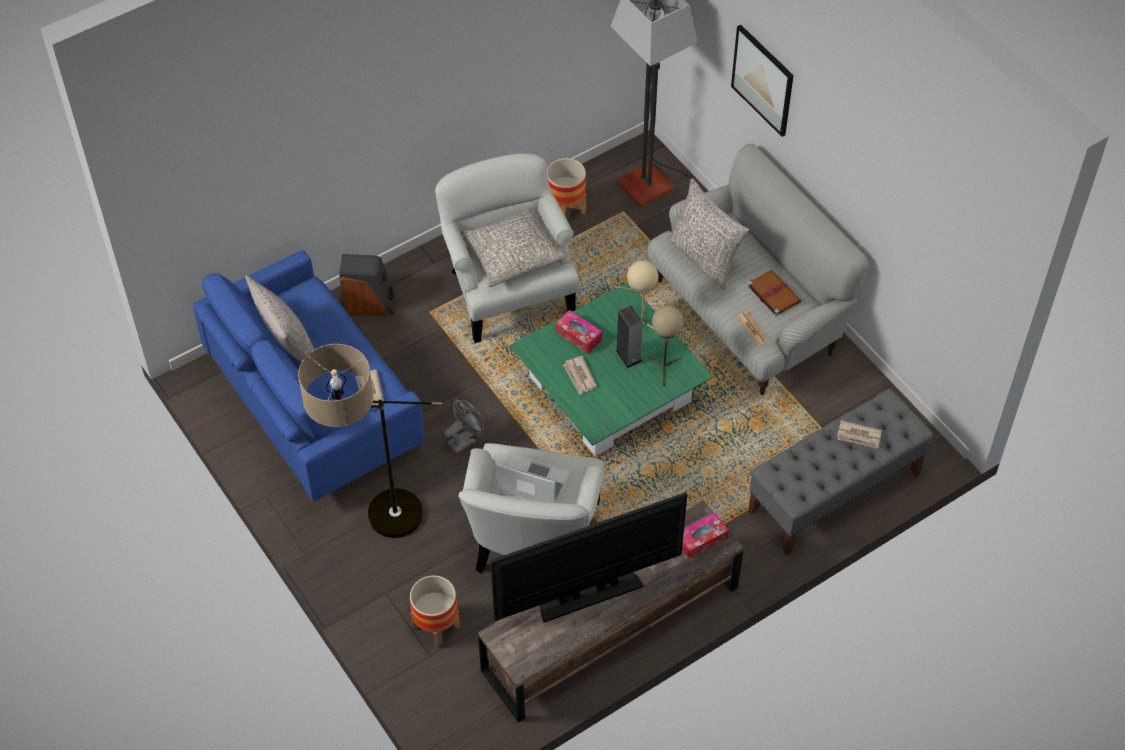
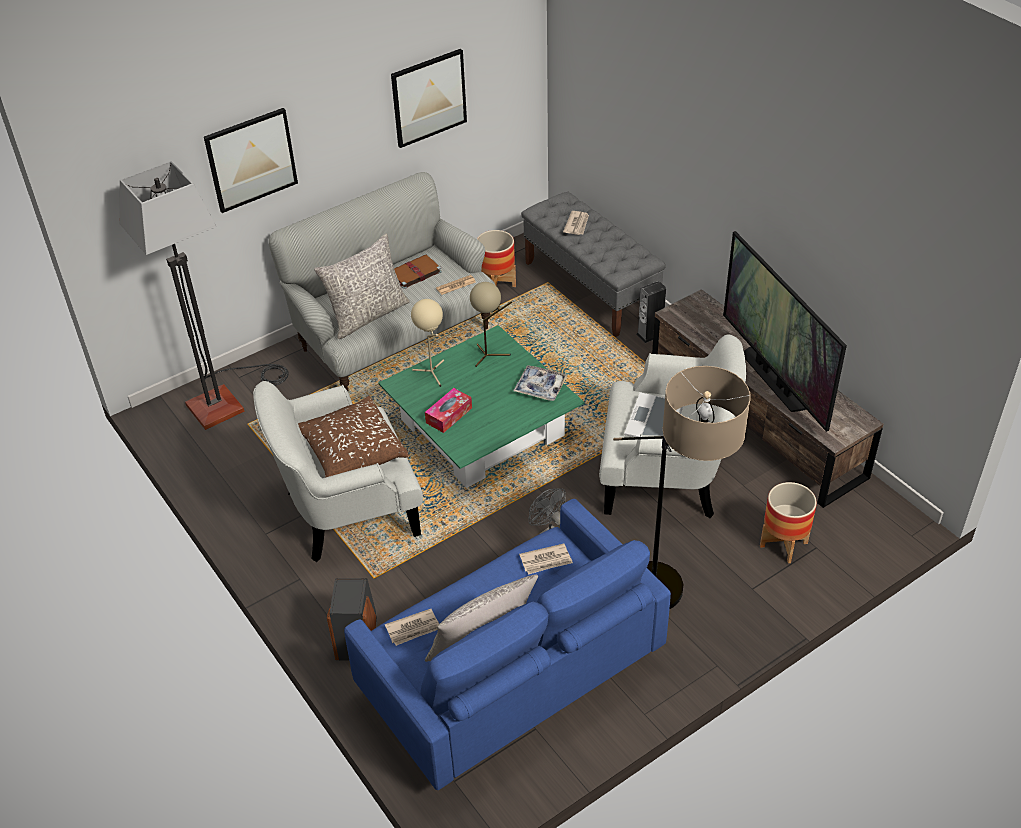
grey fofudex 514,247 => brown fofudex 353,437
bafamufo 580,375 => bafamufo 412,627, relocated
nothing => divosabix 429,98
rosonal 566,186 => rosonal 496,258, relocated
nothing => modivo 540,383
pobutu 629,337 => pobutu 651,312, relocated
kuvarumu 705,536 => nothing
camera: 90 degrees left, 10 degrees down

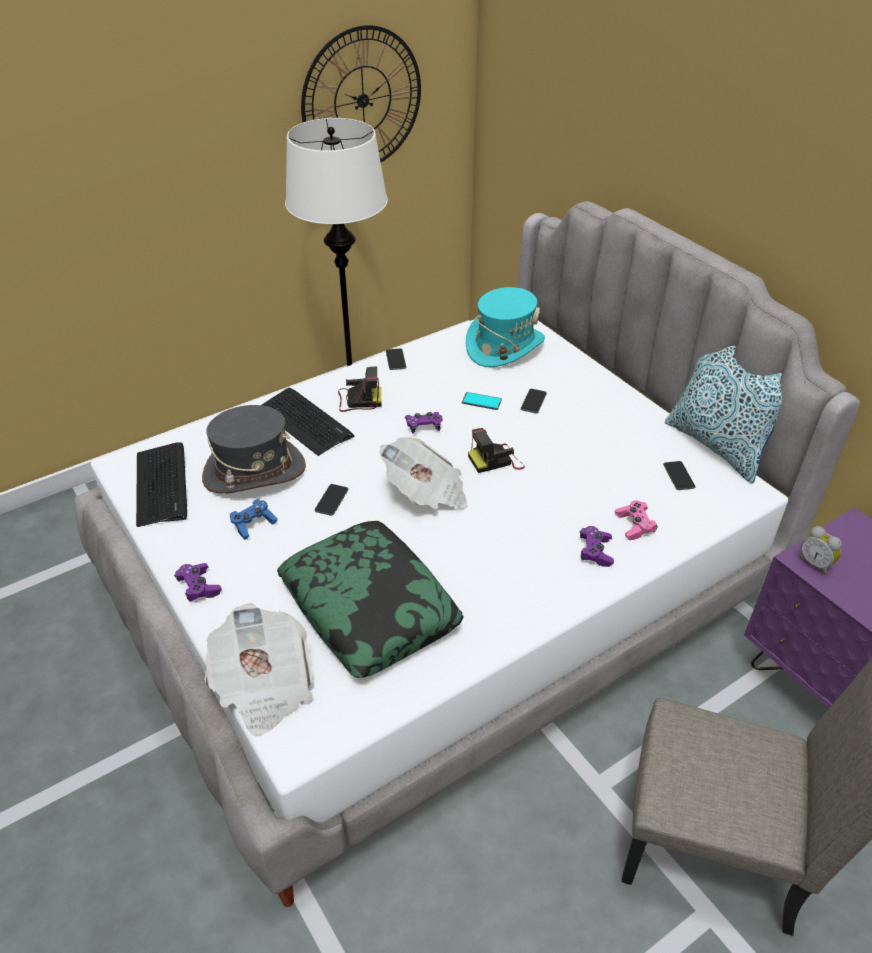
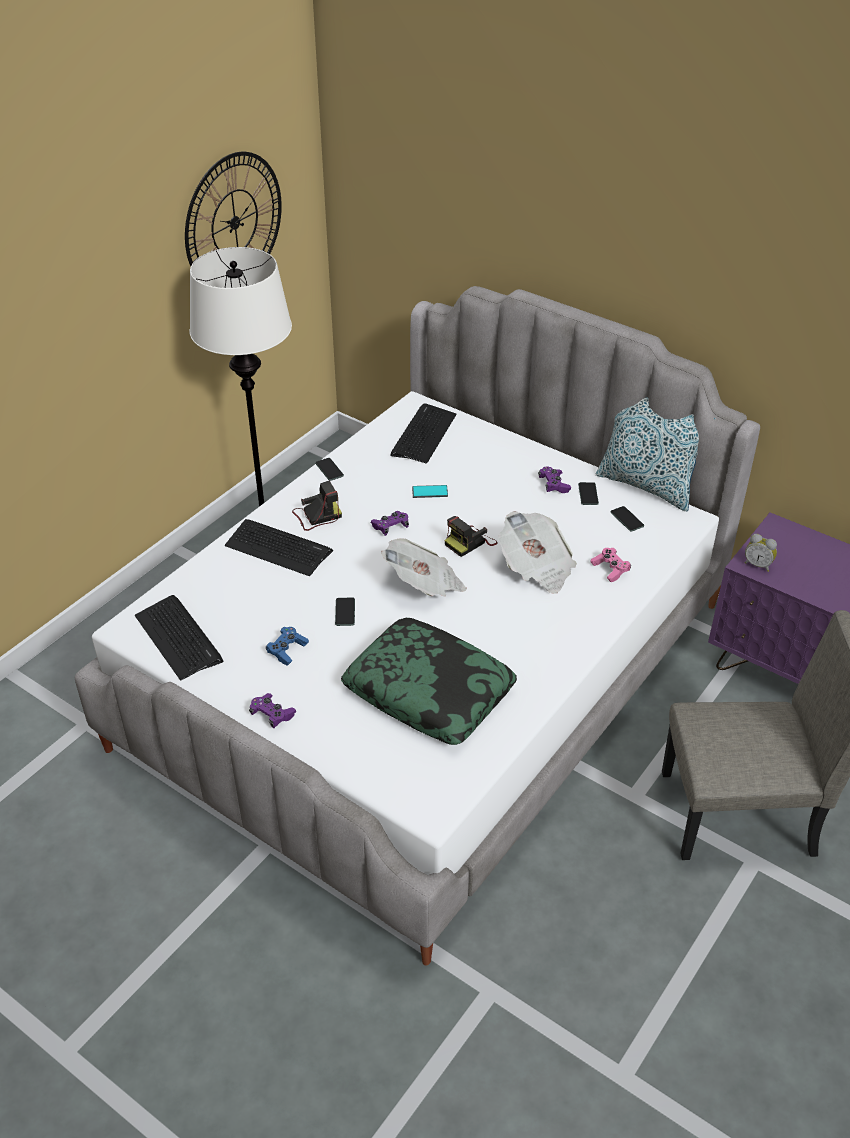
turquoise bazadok 505,327 => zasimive 423,434
bafamufo 259,669 => bafamufo 537,552, relocated
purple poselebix 597,546 => purple poselebix 554,479, relocated
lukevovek 534,401 => lukevovek 588,493, relocated
grey bazadok 254,449 => nothing
camera: 20 degrees left, 0 degrees up

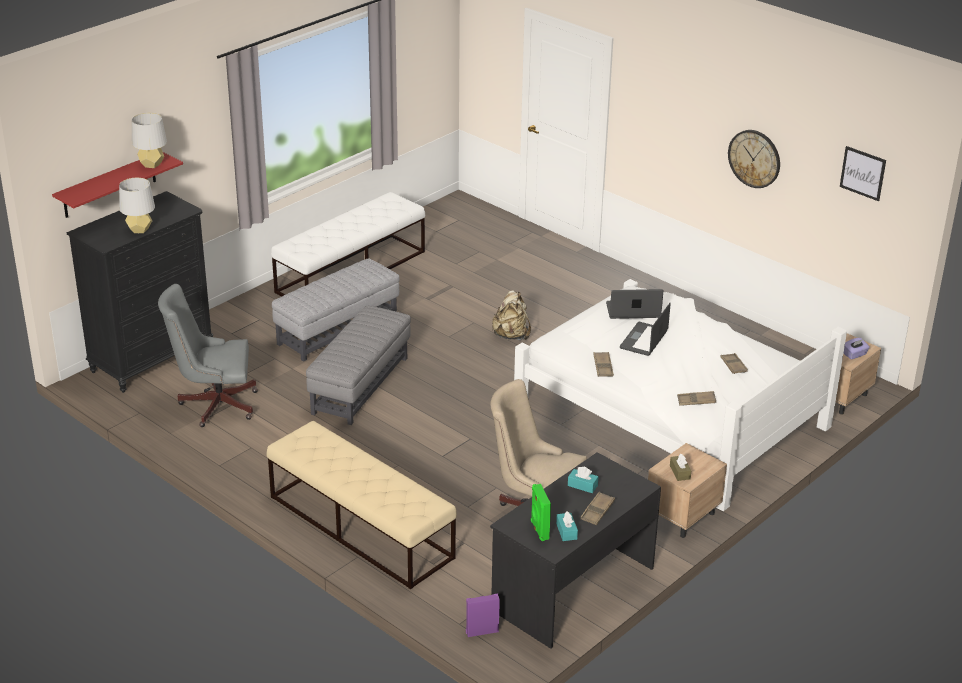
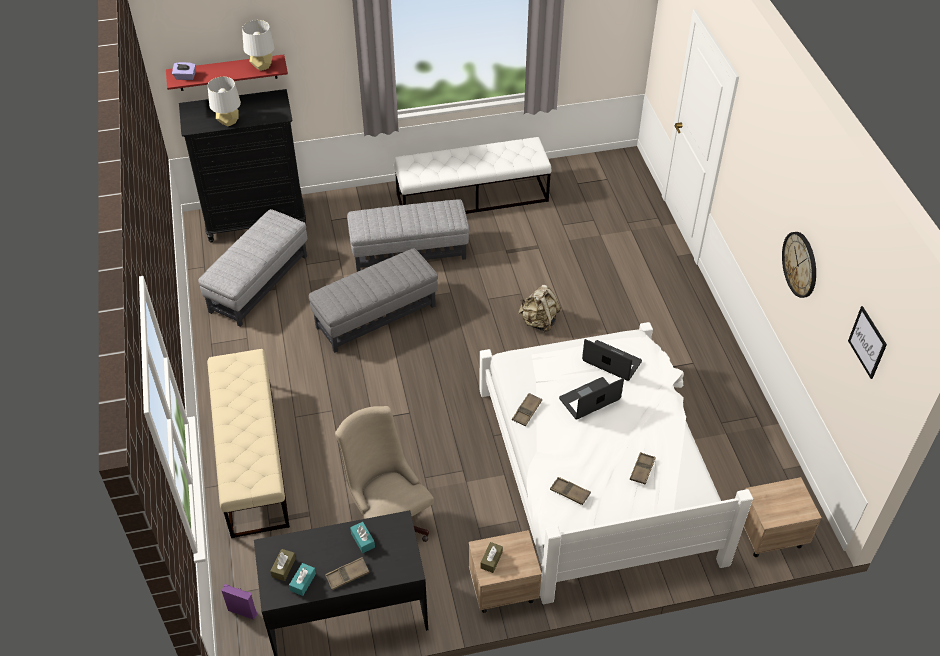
purple kuvarumu 857,348 => purple kuvarumu 184,71, relocated
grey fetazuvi 208,355 => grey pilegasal 252,268
green pobutu 541,512 => brown kuvarumu 283,565
camera: 35 degrees right, 15 degrees up

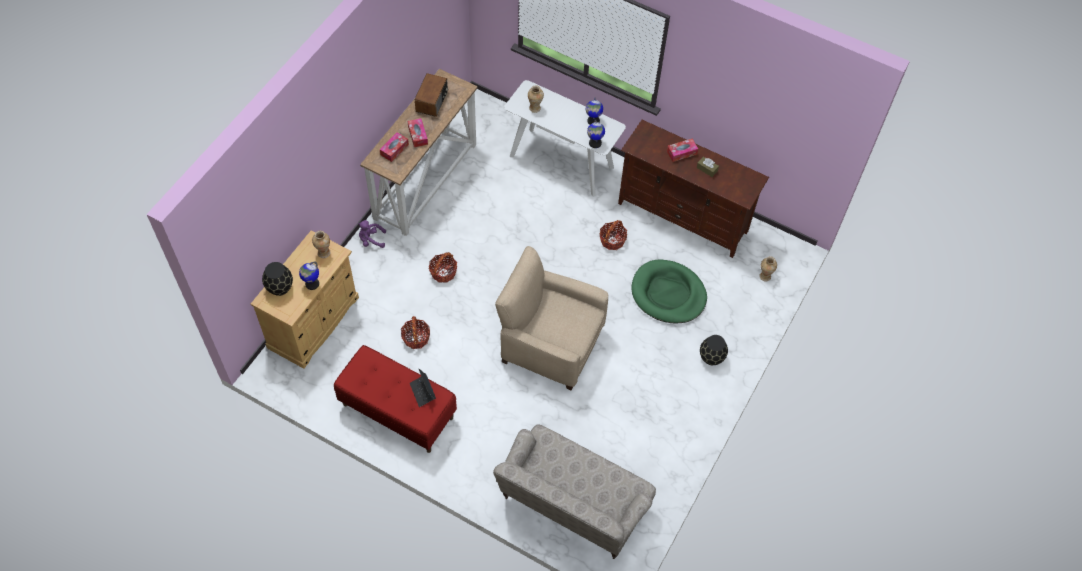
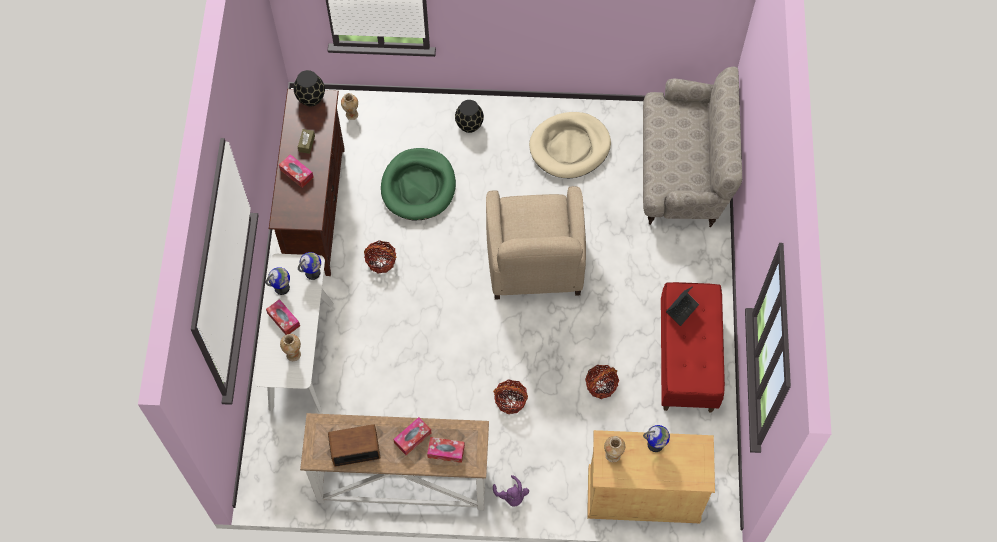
nothing => kuvarumu 283,317
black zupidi 277,279 => black zupidi 309,88, relocated
nothing => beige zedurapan 570,145
camera: 115 degrees left, 5 degrees up

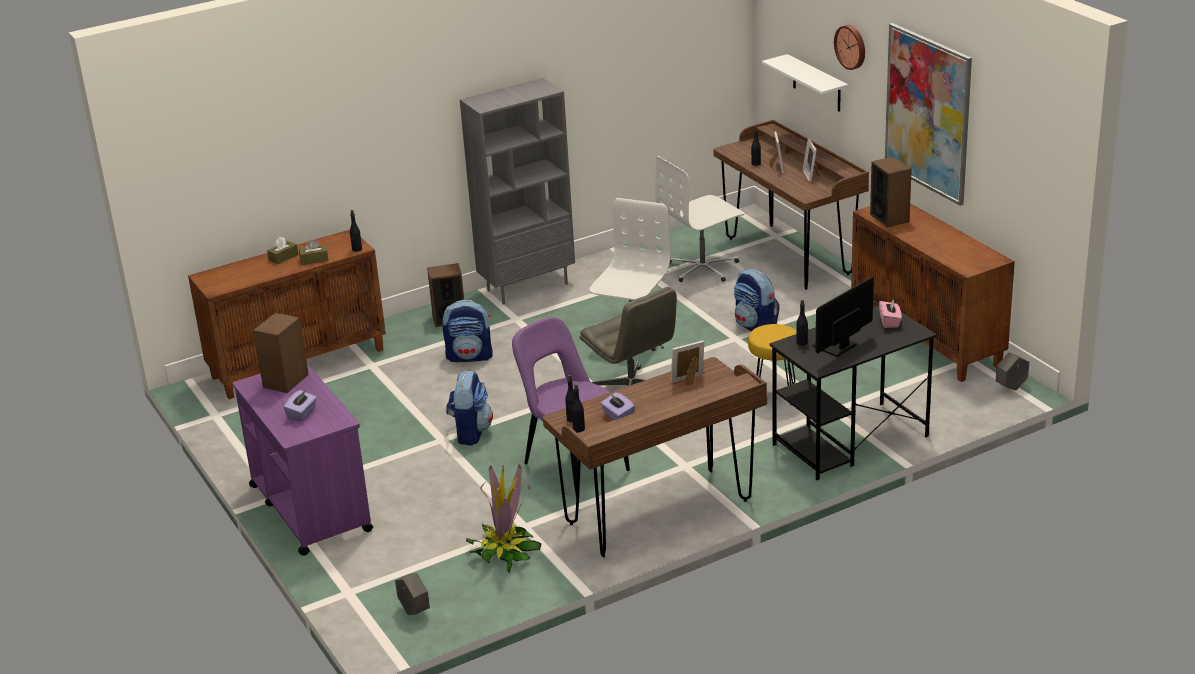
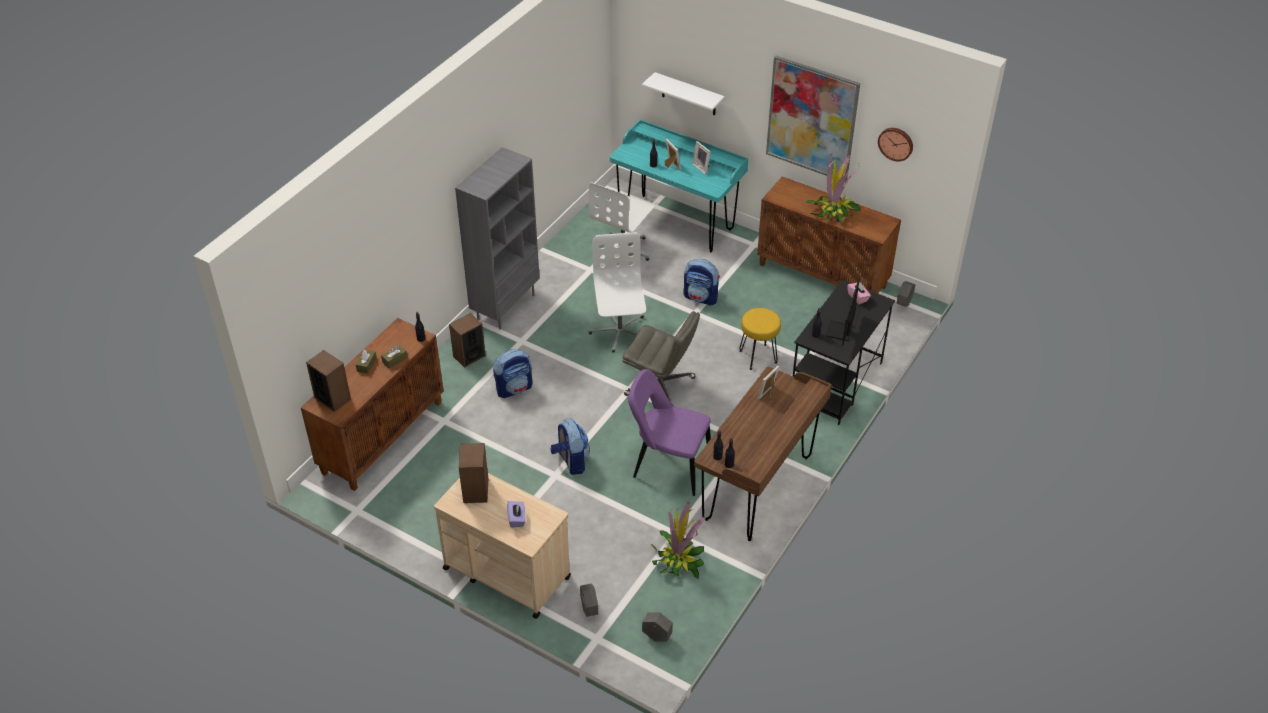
pobutu 891,191 => pobutu 328,381, relocated
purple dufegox 303,460 => beige dufegox 502,546
nothing => grey rosonal 589,600
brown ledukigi 791,204 => turquoise ledukigi 679,185
nothing => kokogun 833,186
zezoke 849,47 => zezoke 895,144, relocated
purple kuvarumu 618,406 => nothing
camera: 30 degrees left, 15 degrees up

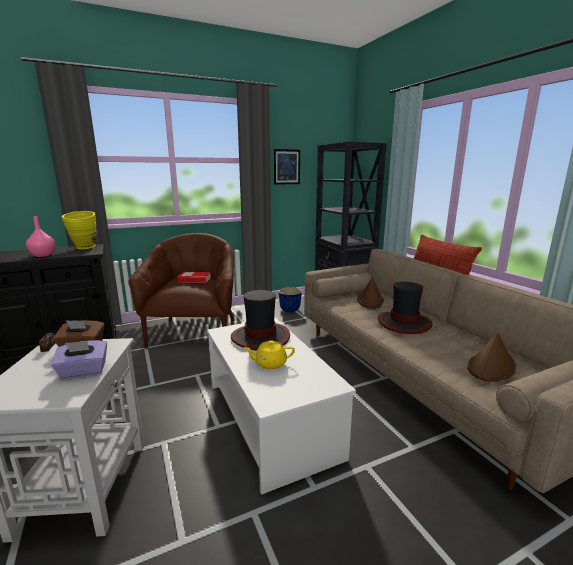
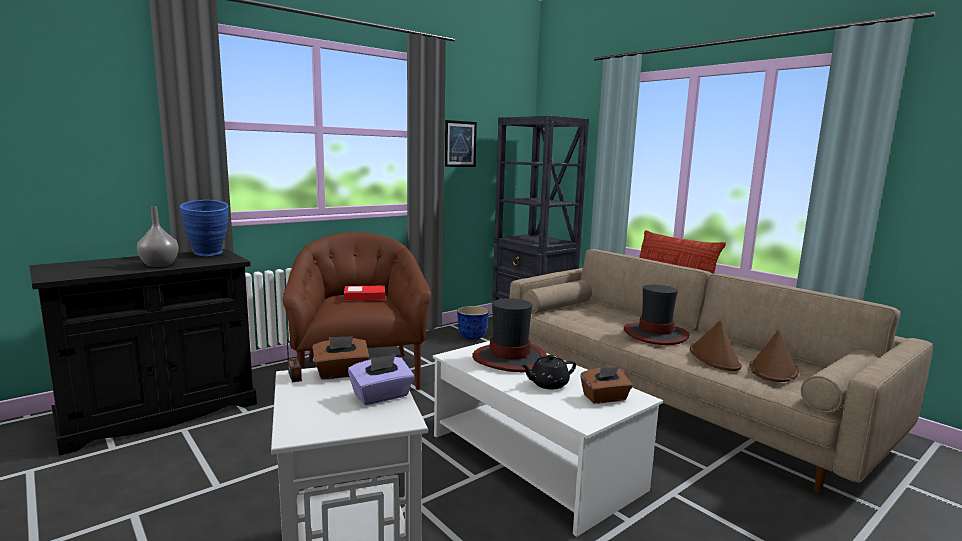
pink zupidi 40,236 => grey zupidi 158,236
yellow zupidi 79,230 => blue zupidi 204,228
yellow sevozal 269,355 => black sevozal 548,372
nothing => brown kuvarumu 606,385
brown bazadok 370,293 => brown bazadok 716,345, relocated
camera: 15 degrees left, 5 degrees down

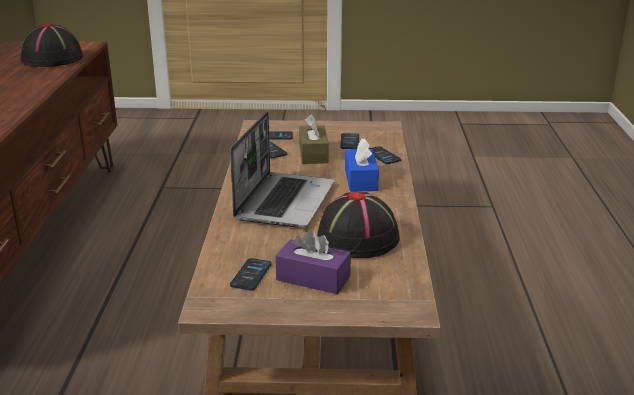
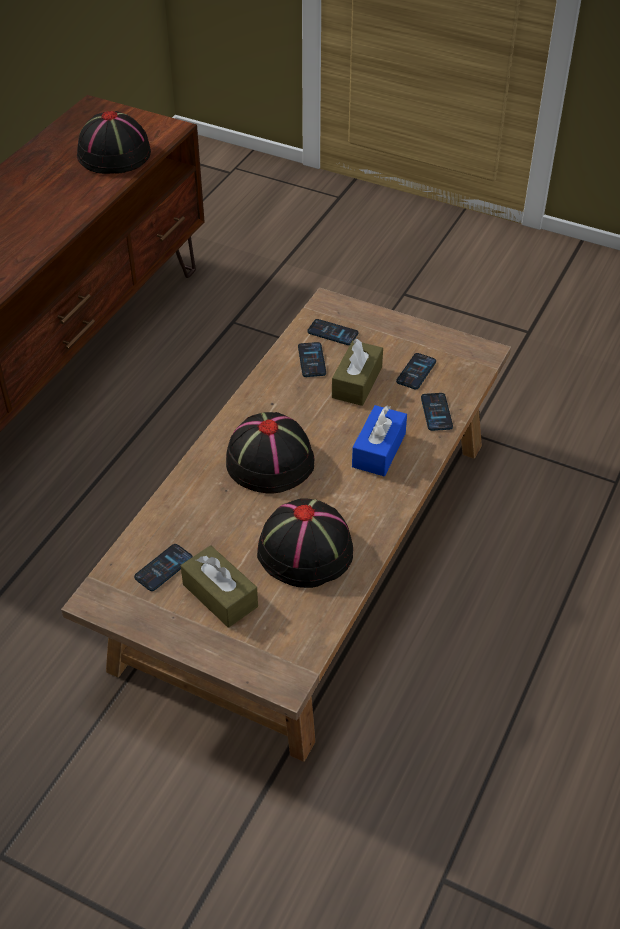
purple kuvarumu 313,262 => brown kuvarumu 219,586
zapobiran 282,169 => black bazadok 270,452
camera: 25 degrees right, 20 degrees up

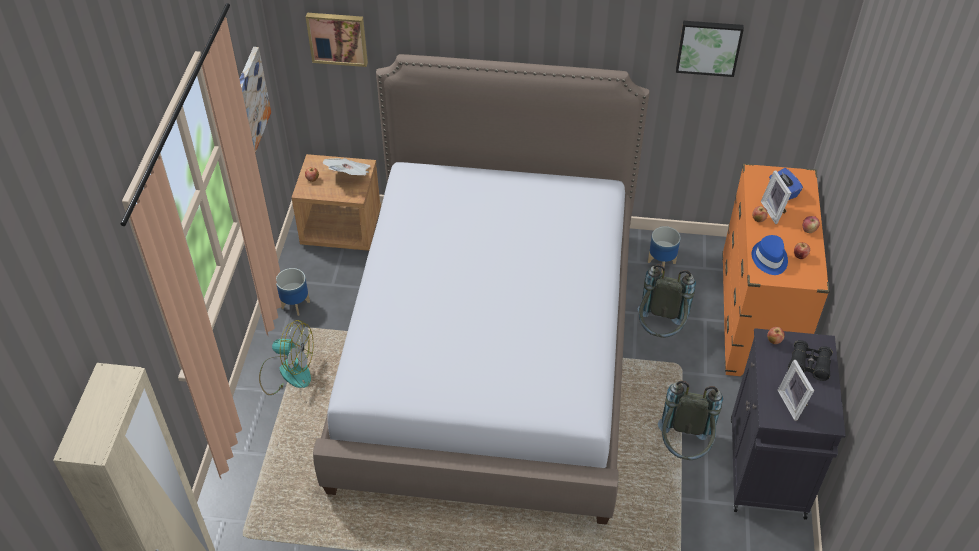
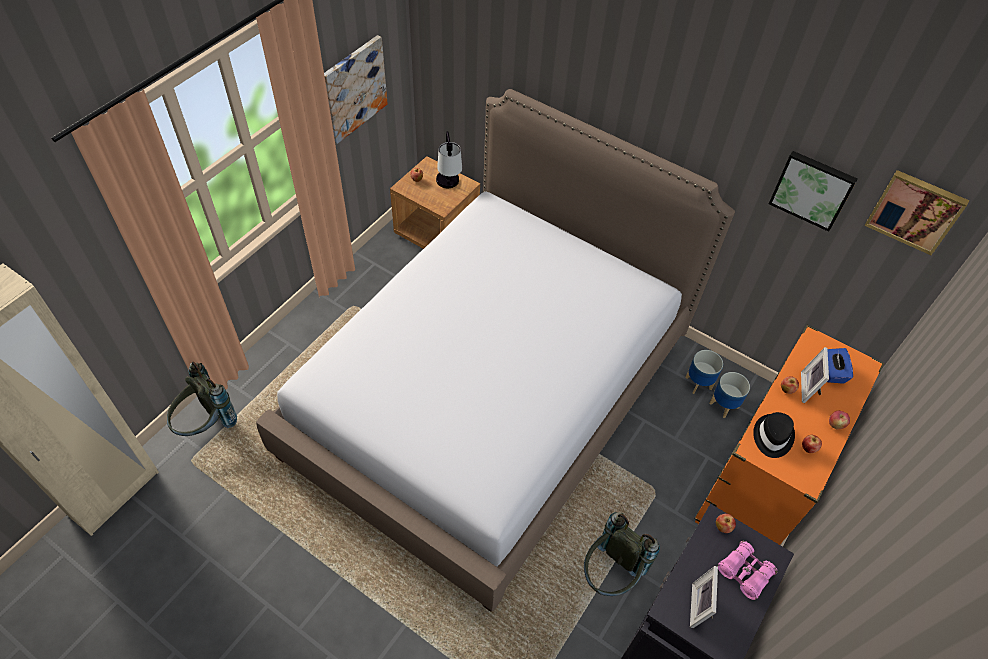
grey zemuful 667,301 => grey zemuful 202,398, relocated
bafamufo 346,166 => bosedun 449,159
rosonal 293,292 => rosonal 729,395, relocated
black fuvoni 810,360 => pink fuvoni 747,570
blue bazadok 770,255 => black bazadok 774,435
divosabix 337,40 => divosabix 916,212, relocated
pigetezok 286,357 => nothing
camera: 25 degrees right, 5 degrees up

